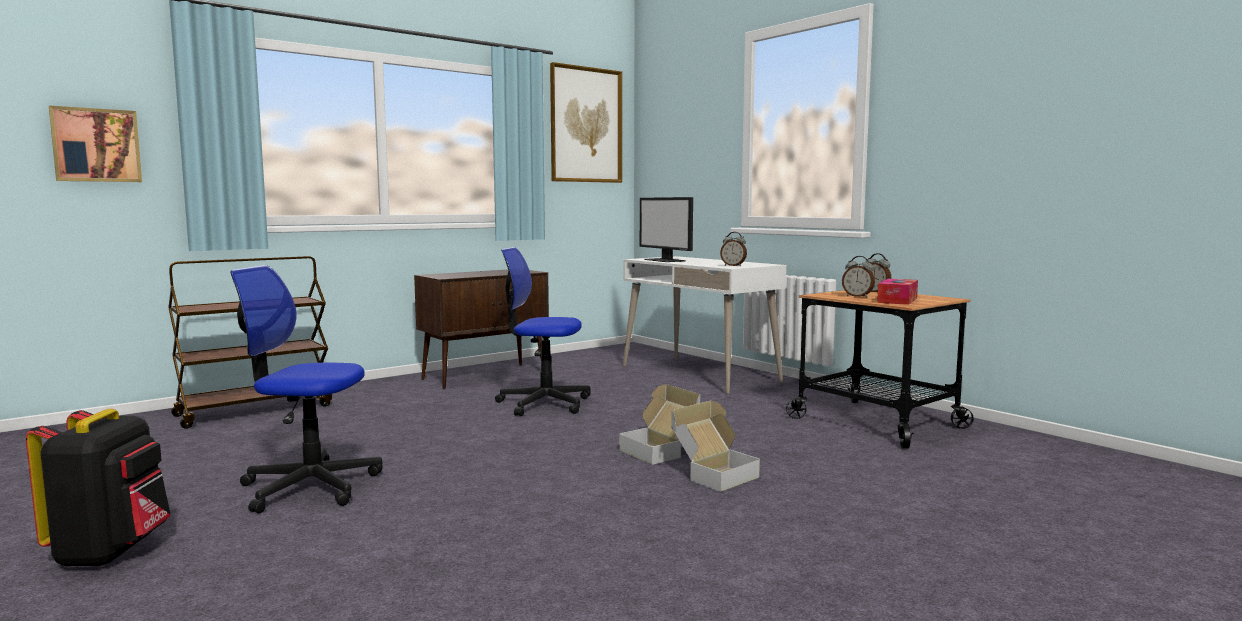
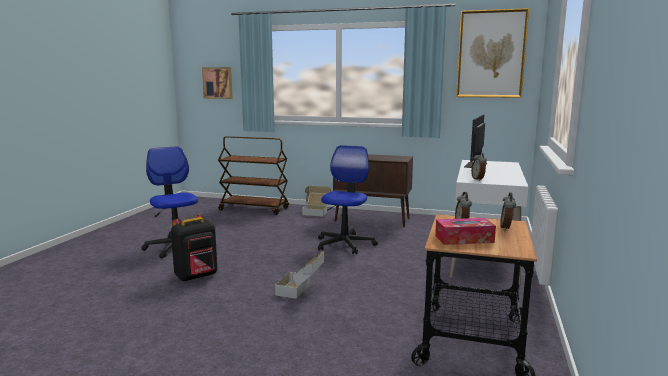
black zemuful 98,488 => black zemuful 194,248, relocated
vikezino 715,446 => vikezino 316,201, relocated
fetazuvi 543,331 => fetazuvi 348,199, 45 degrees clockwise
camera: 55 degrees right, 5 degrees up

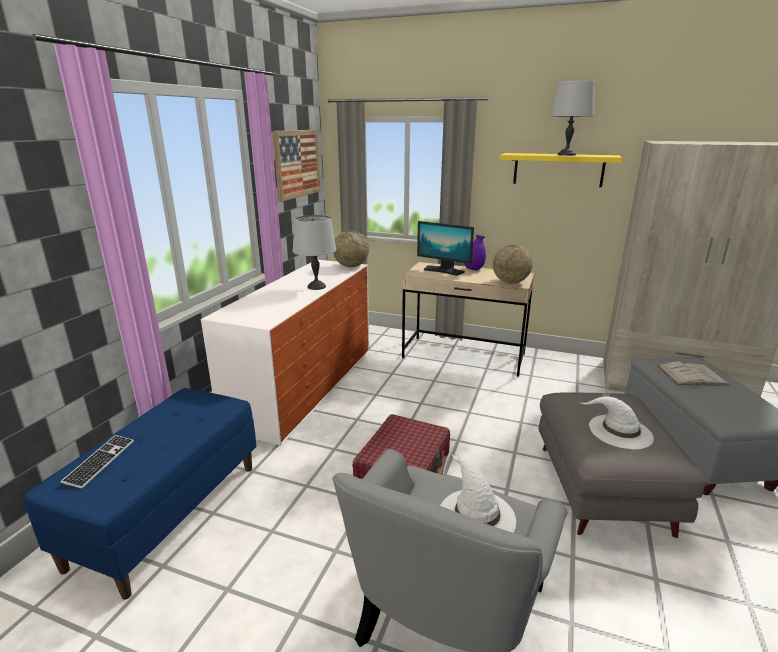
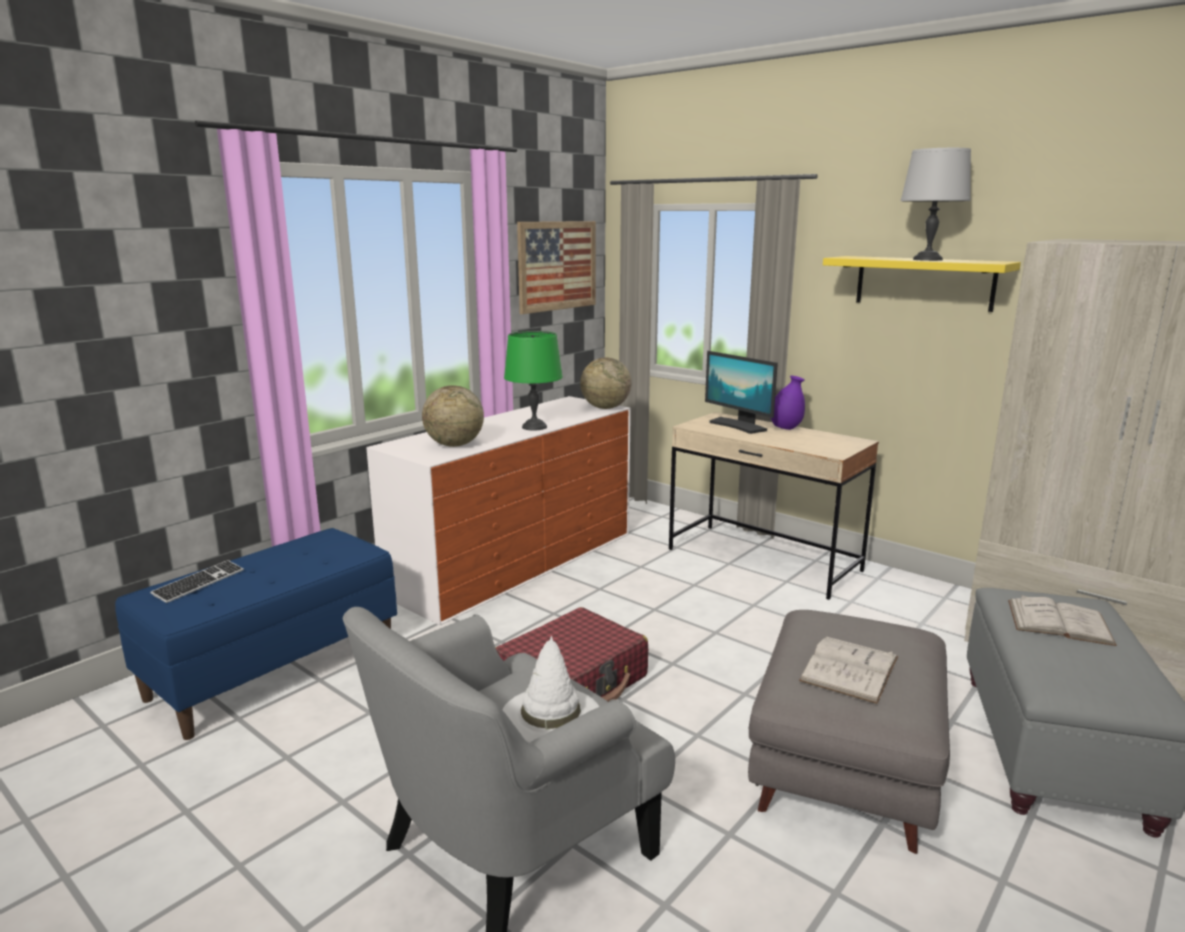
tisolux 513,264 => tisolux 453,416, relocated
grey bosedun 314,252 => green bosedun 533,381
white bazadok 616,423 => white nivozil 848,670
camera: 20 degrees right, 5 degrees down

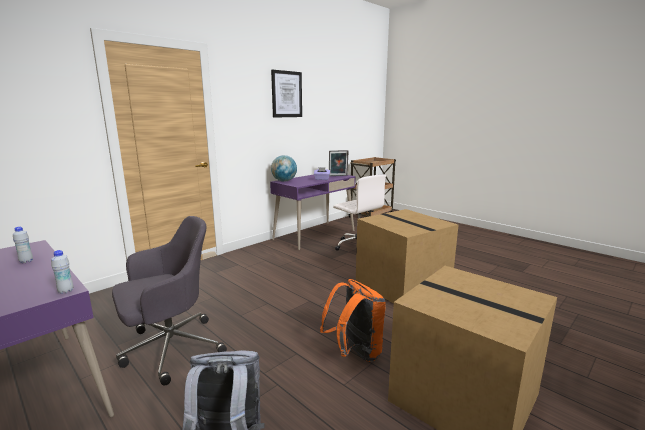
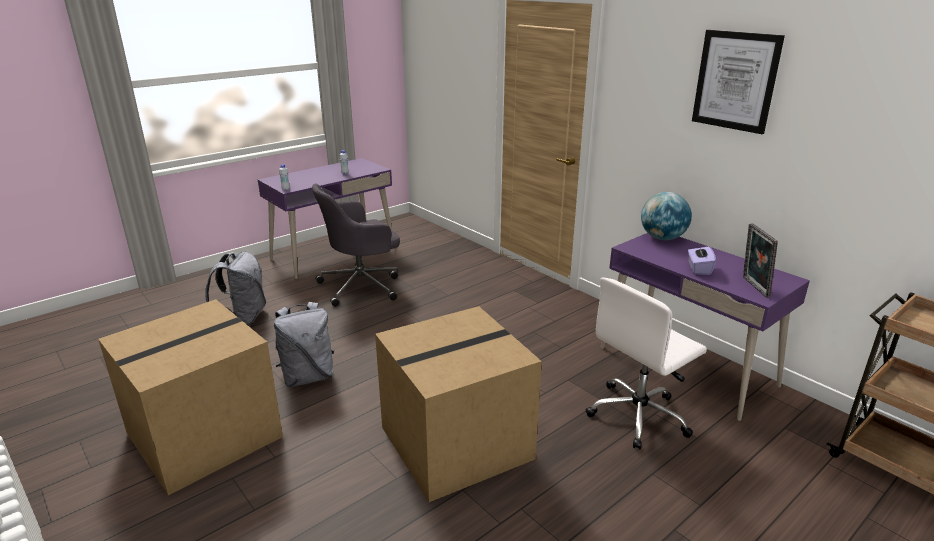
orange zemuful 353,320 => grey zemuful 304,344
grey fetazuvi 169,301 => grey fetazuvi 356,245, 90 degrees clockwise
camera: 95 degrees right, 10 degrees up

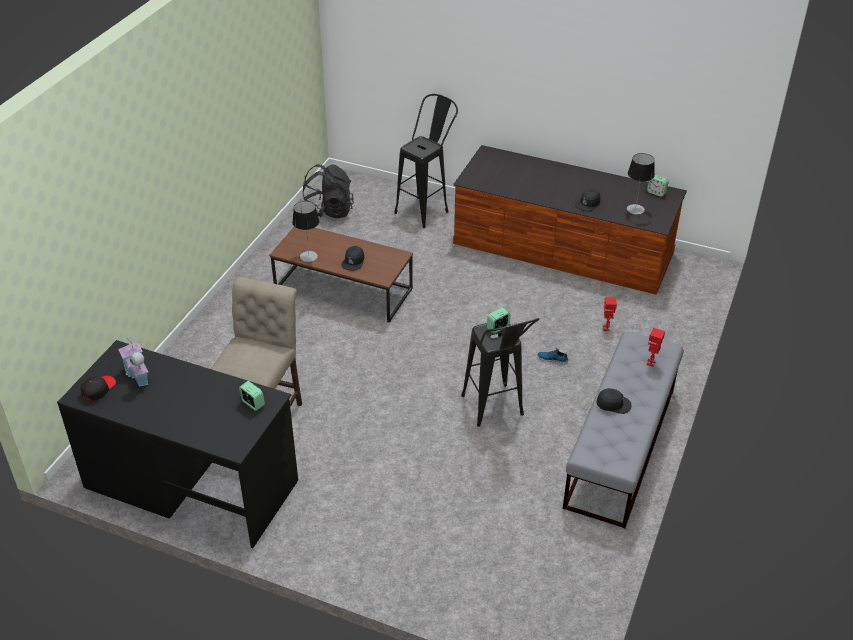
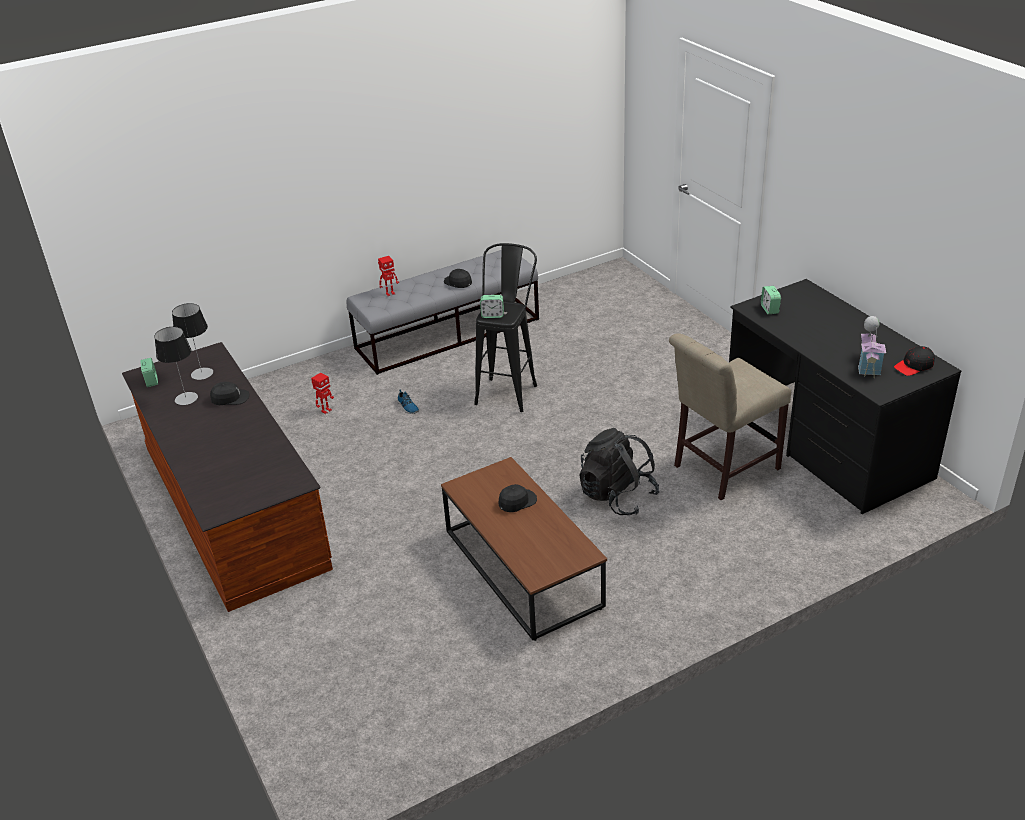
bosedun 305,231 => bosedun 176,366, relocated
black zemuful 328,191 => black zemuful 619,471, relocated
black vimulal 426,161 => nothing
camera: 140 degrees left, 5 degrees down

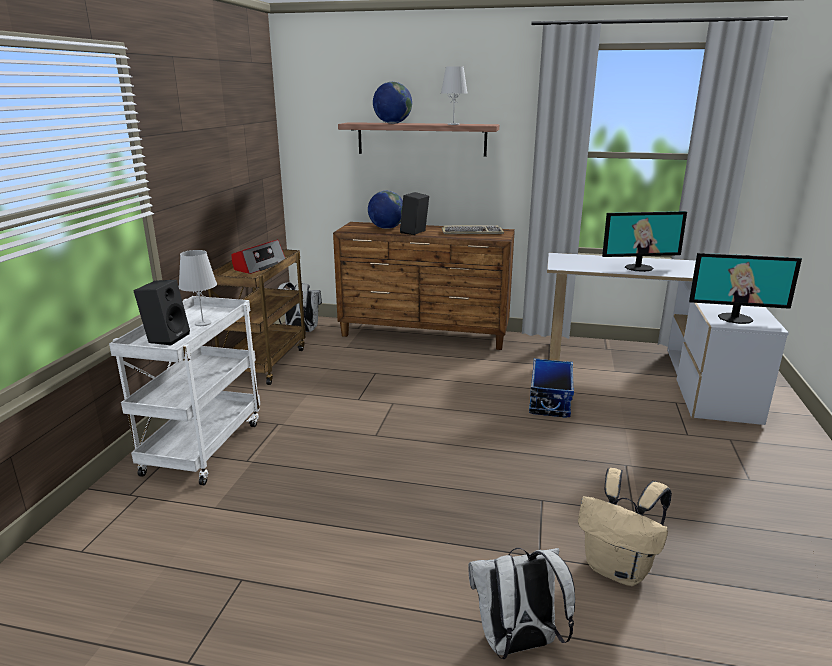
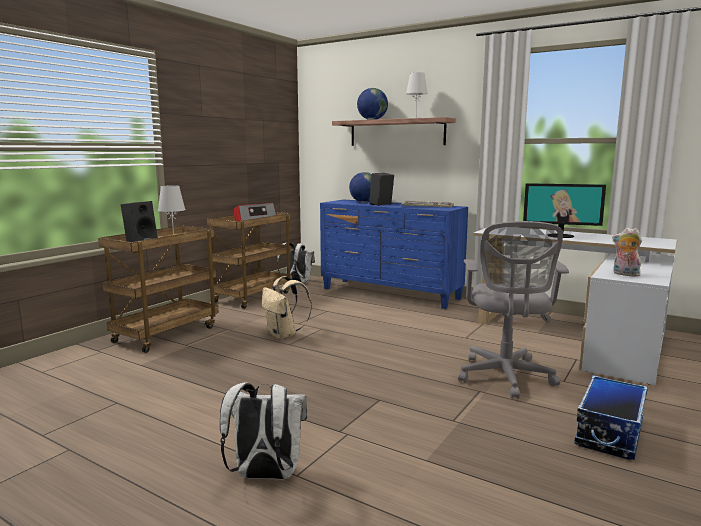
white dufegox 184,390 => brown dufegox 158,289
beige zemuful 625,527 => beige zemuful 287,307, relocated
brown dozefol 424,286 => blue dozefol 394,254
nothing => grey fetazuvi 513,310
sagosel 551,388 => sagosel 611,417, relocated
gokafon 745,288 => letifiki 627,252
camera: 20 degrees right, 10 degrees down

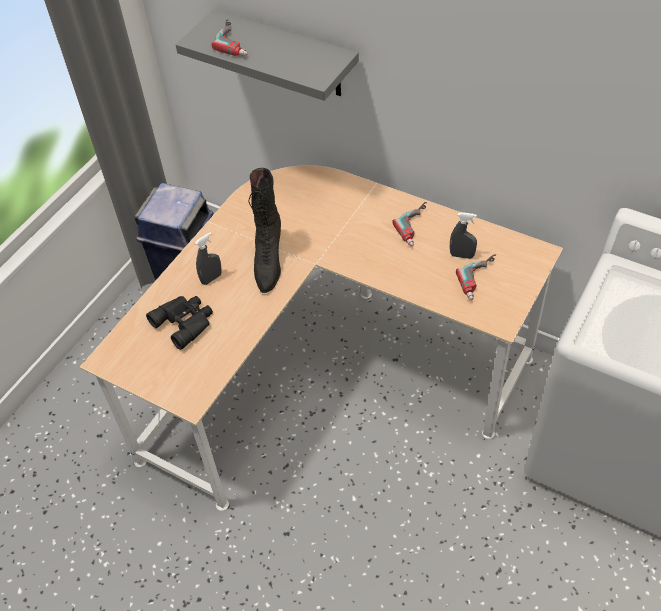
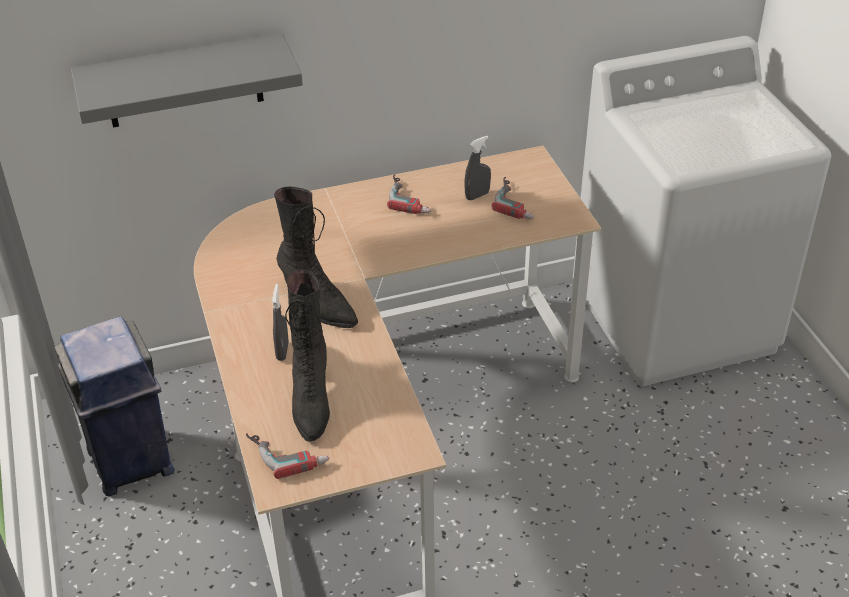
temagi 229,37 => temagi 287,456, relocated
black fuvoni 179,323 => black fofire 307,356
camera: 50 degrees left, 10 degrees down

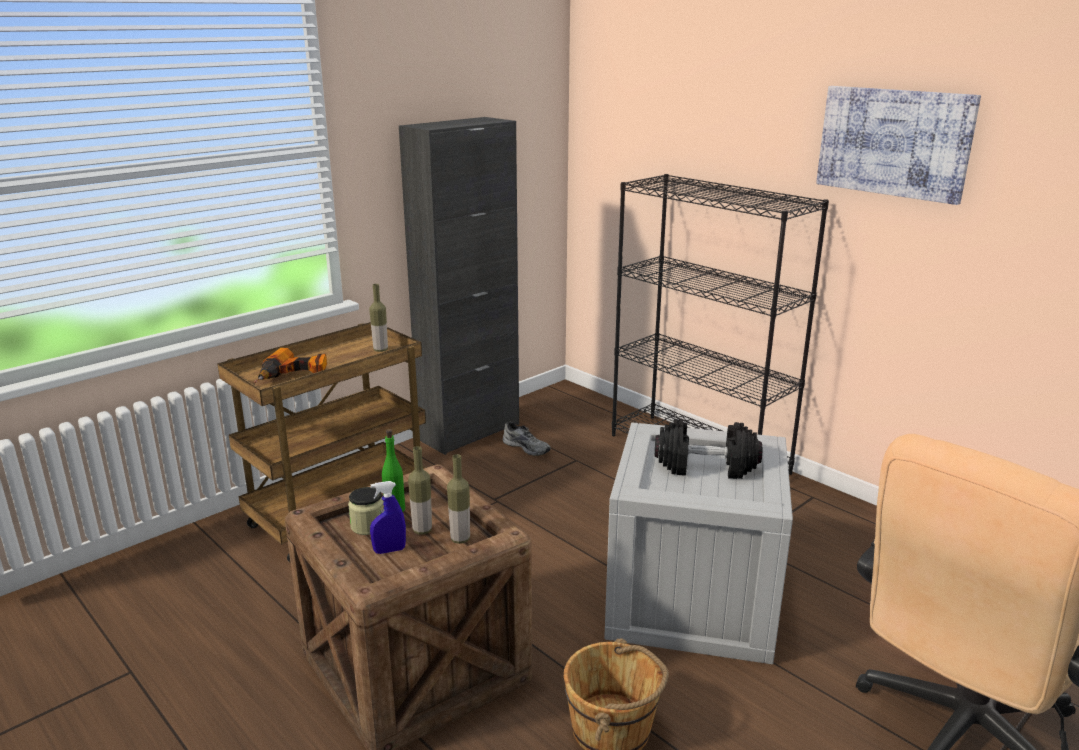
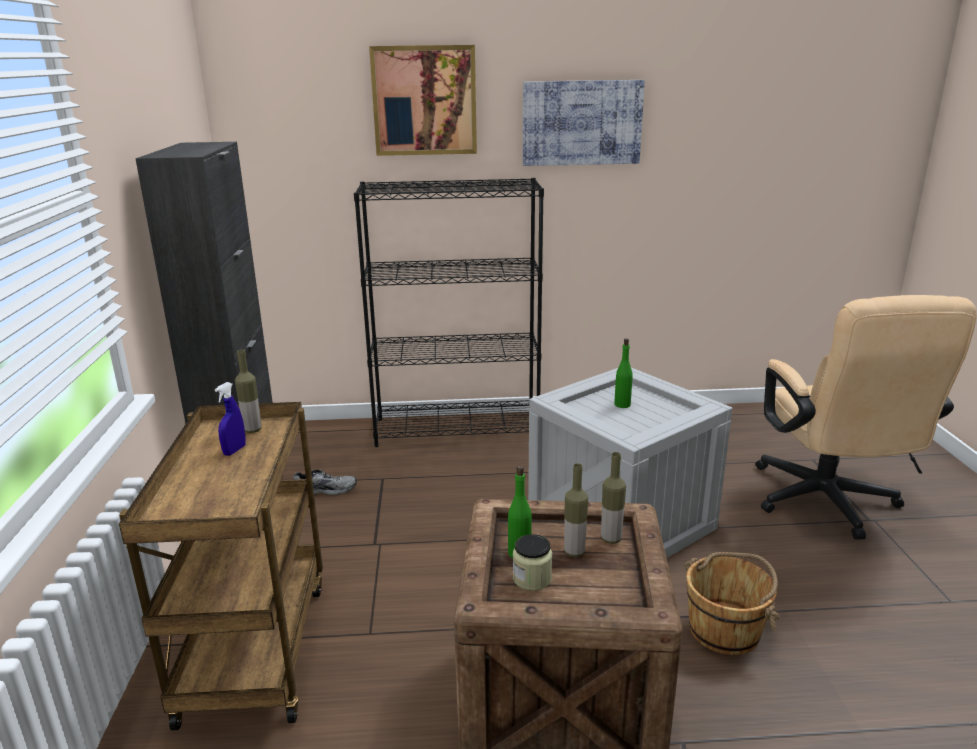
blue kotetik 388,517 => blue kotetik 230,419, relocated
nothing => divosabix 423,100
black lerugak 708,449 => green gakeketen 623,373
temagi 290,365 => nothing
camera: 50 degrees left, 0 degrees up

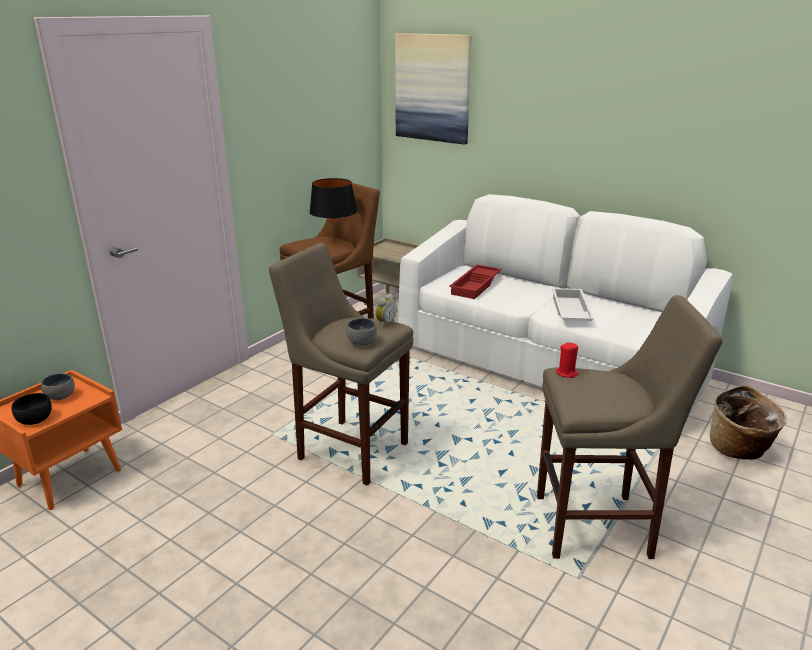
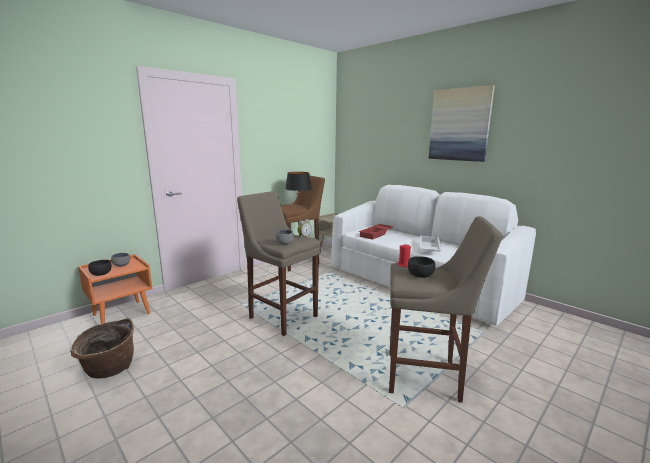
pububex 748,422 => pububex 102,348, relocated
nothing => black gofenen 421,267
divosabix 433,89 => divosabix 461,123, relocated
camera: 10 degrees right, 10 degrees down

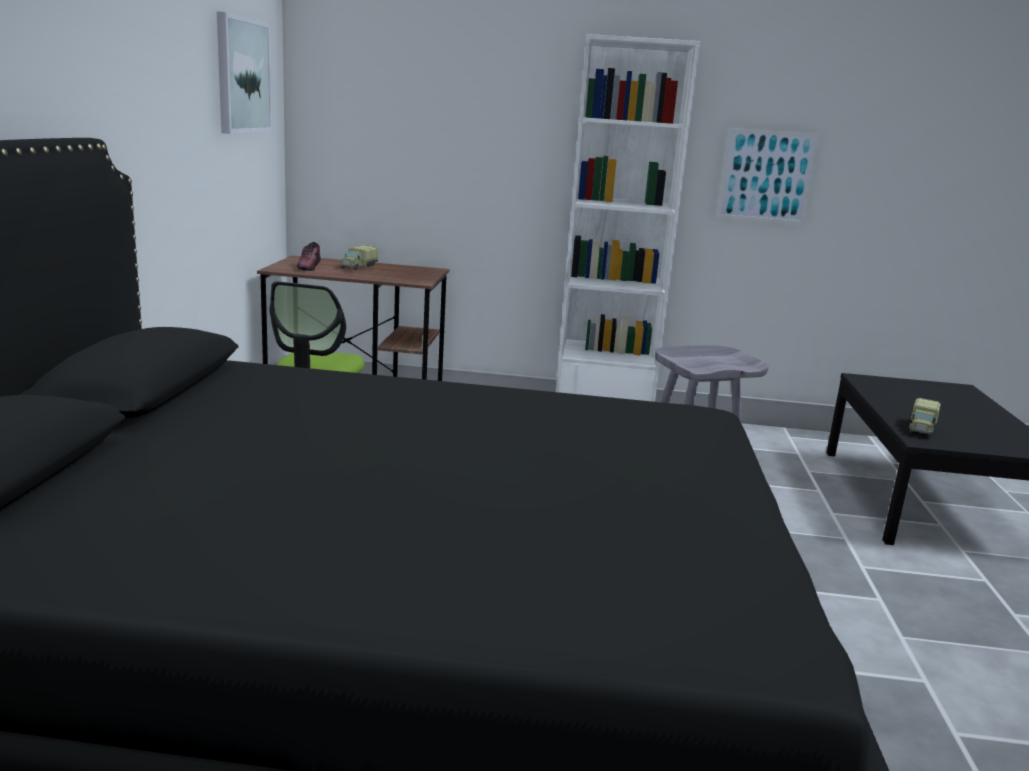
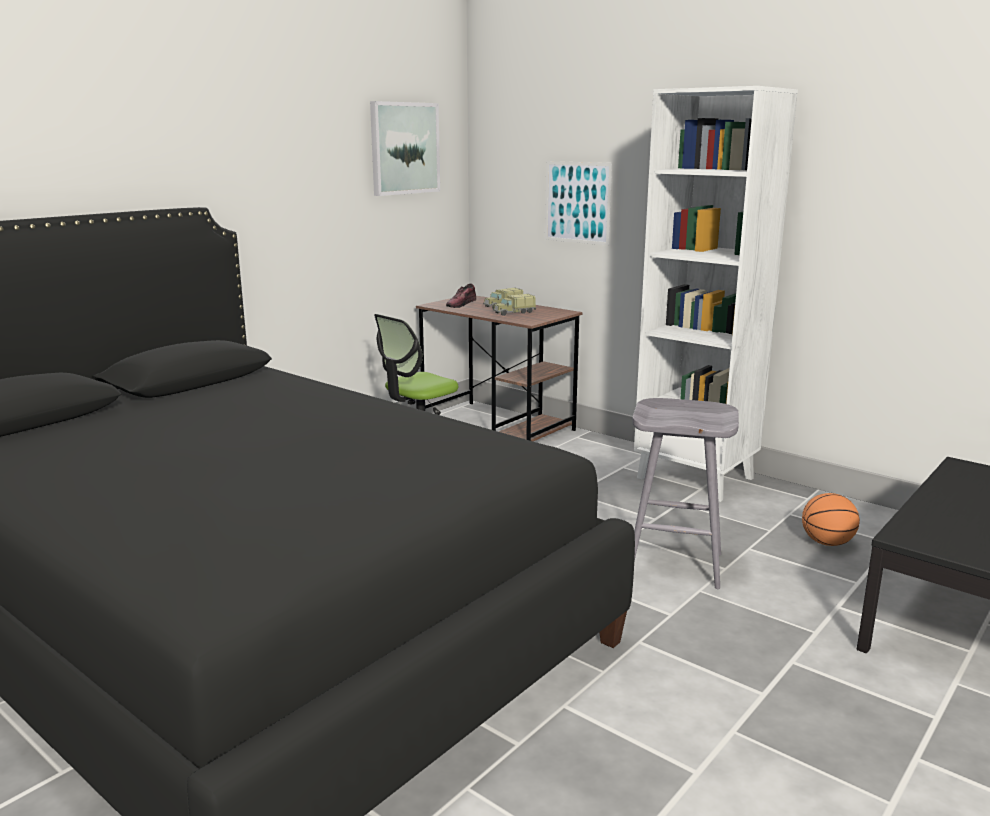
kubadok 925,417 => kubadok 514,305, relocated
divosabix 768,176 => divosabix 579,203, relocated
nothing => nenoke 831,519
camera: 35 degrees right, 0 degrees up

